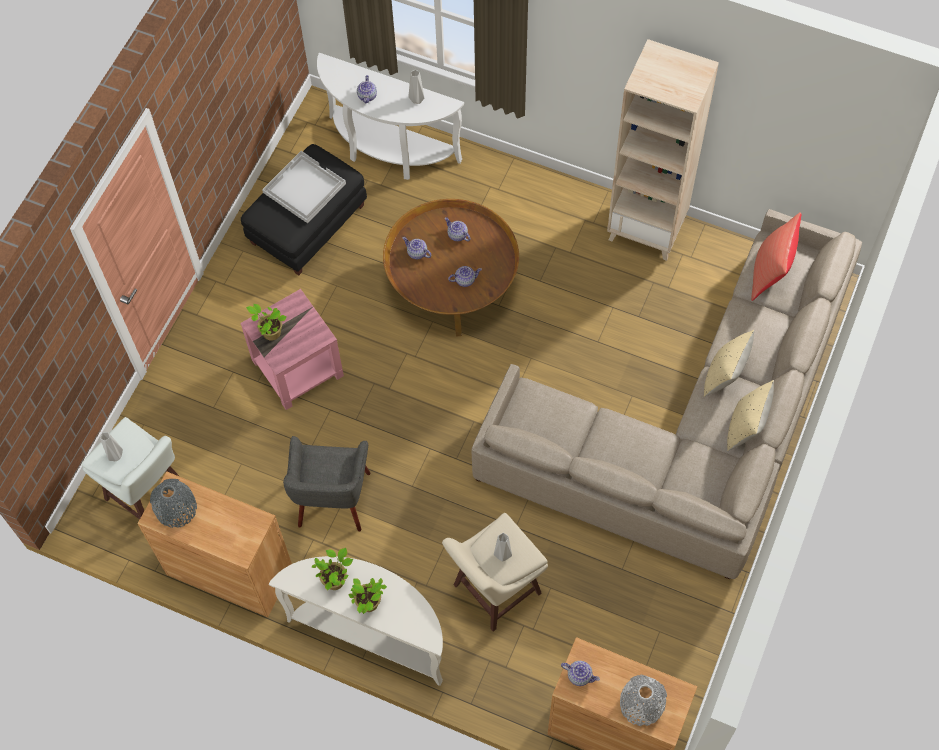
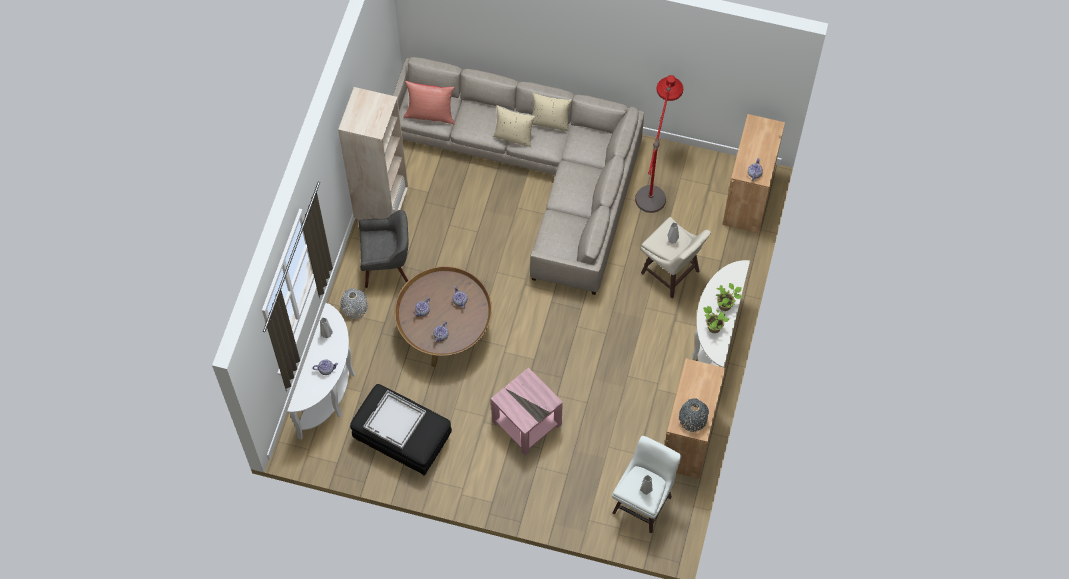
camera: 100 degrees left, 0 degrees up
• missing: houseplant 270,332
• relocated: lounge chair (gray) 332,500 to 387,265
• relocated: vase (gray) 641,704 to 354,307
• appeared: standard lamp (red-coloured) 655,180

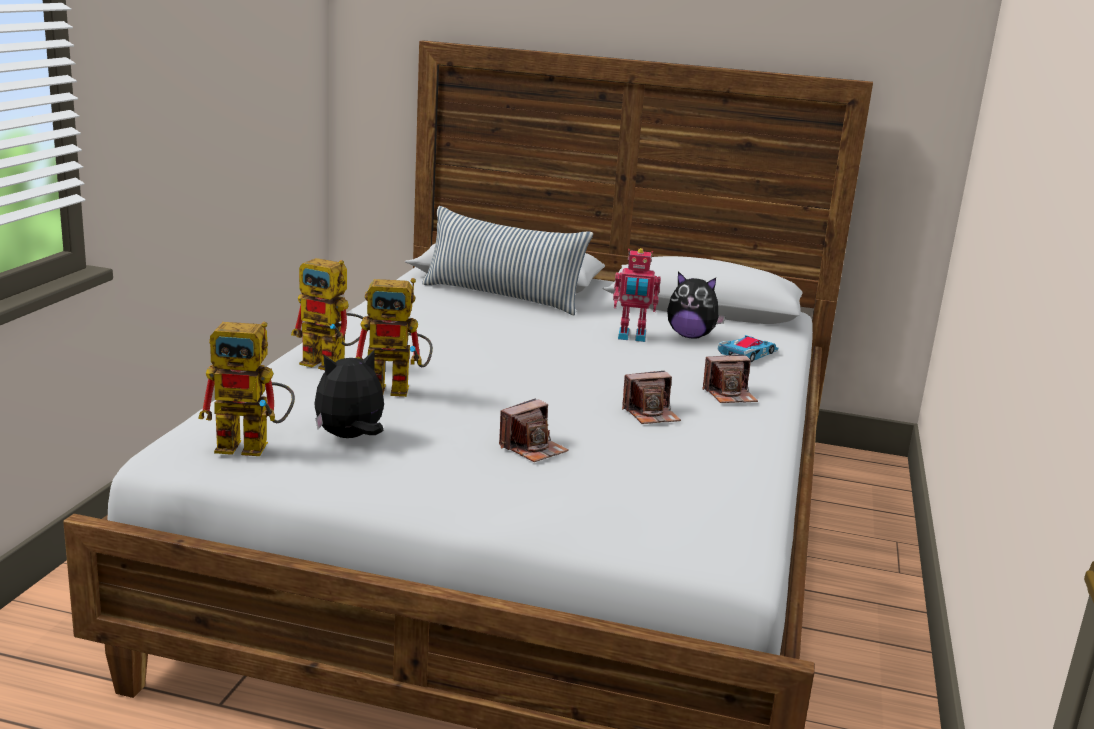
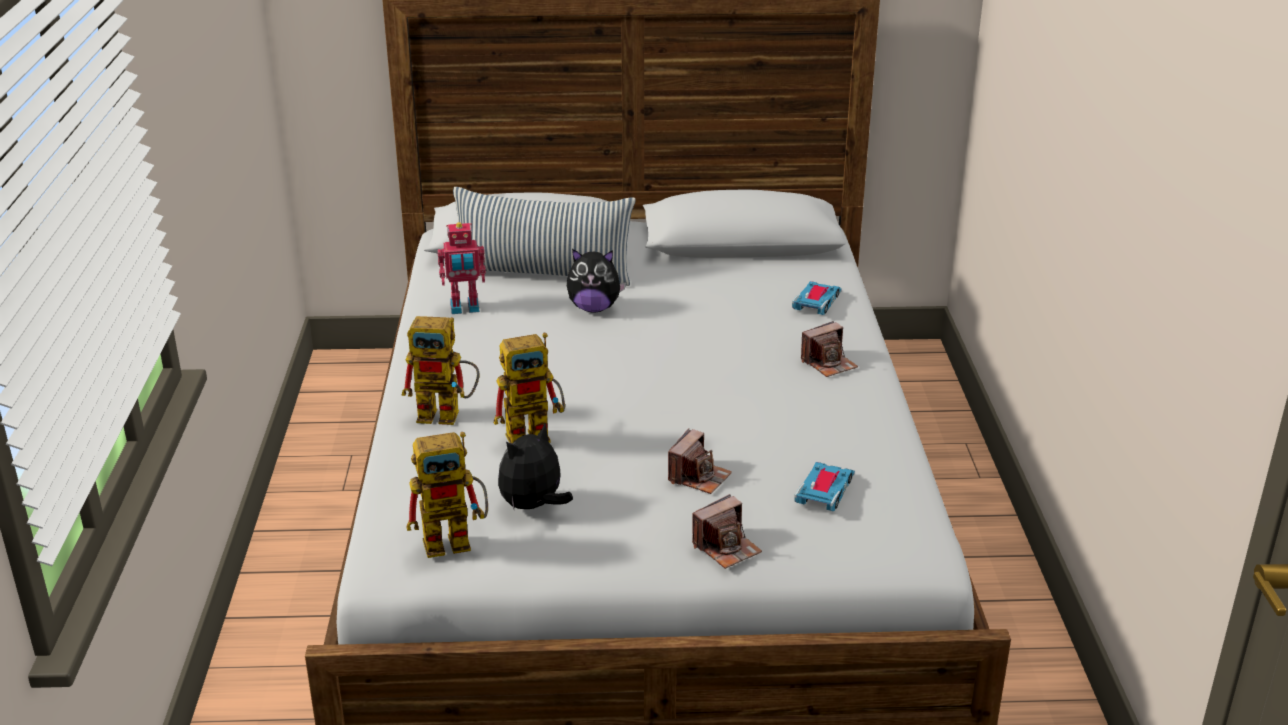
camera: 15 degrees left, 10 degrees up
• relocated: model robot 631,337 to 465,308
• relocated: plush toy 691,336 to 594,308
• relocated: photo camera 651,414 to 726,548
• appeared: model car 824,491

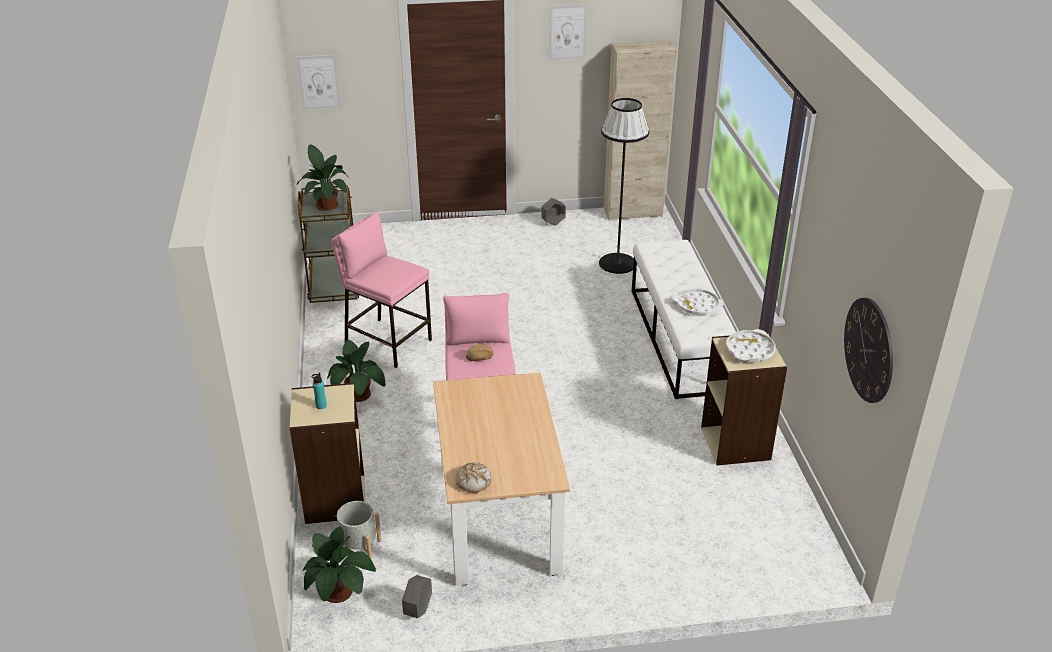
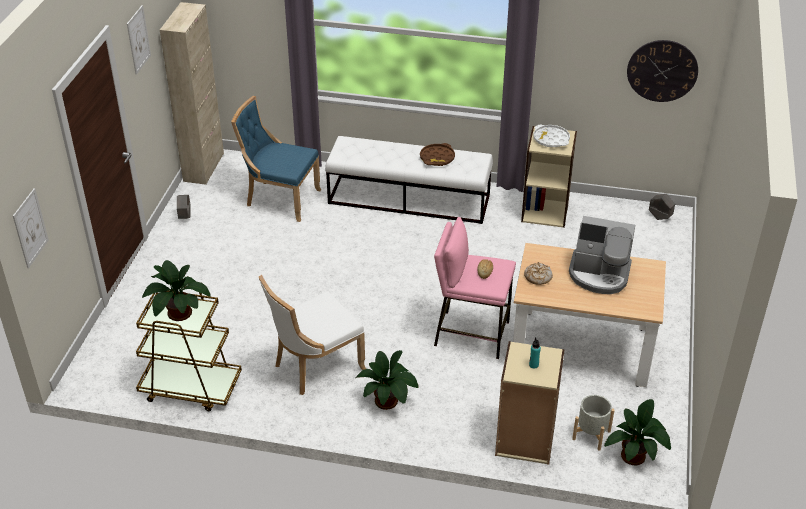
camera: 70 degrees left, 5 degrees up
• exchanged: standard lamp (black-coloured) 617,263 to plain chair (blue) 280,199
• exchanged: stool seat (pink-coloured) 388,342 to plain chair (whitish) 315,366
• colour: carrying tray (whitish) 697,305 to carrying tray (brownish) 437,158
• relocated: baked bread 473,481 to 537,277
• relocated: planter (gray) 418,610 to 659,217
• appeared: coffee machine 599,274

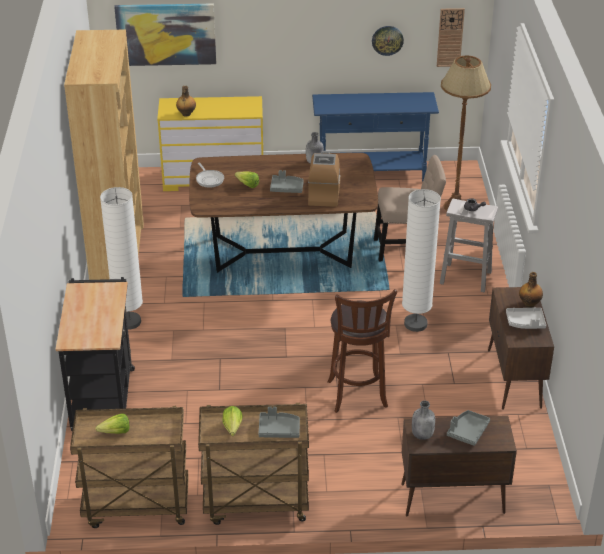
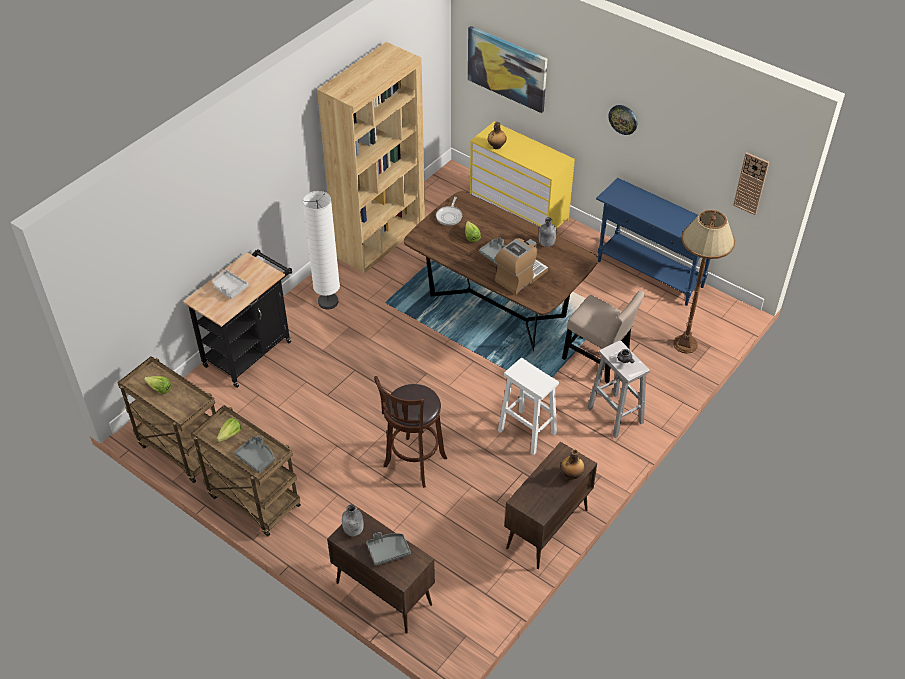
camera: 40 degrees right, 10 degrees up
• relocated: hanging clock 387,40 to 623,119
• exchanged: standard lamp (whitish) 415,324 to stool seat (whitish) 526,431
• relocated: carrying tray (gray) 525,322 to 229,288

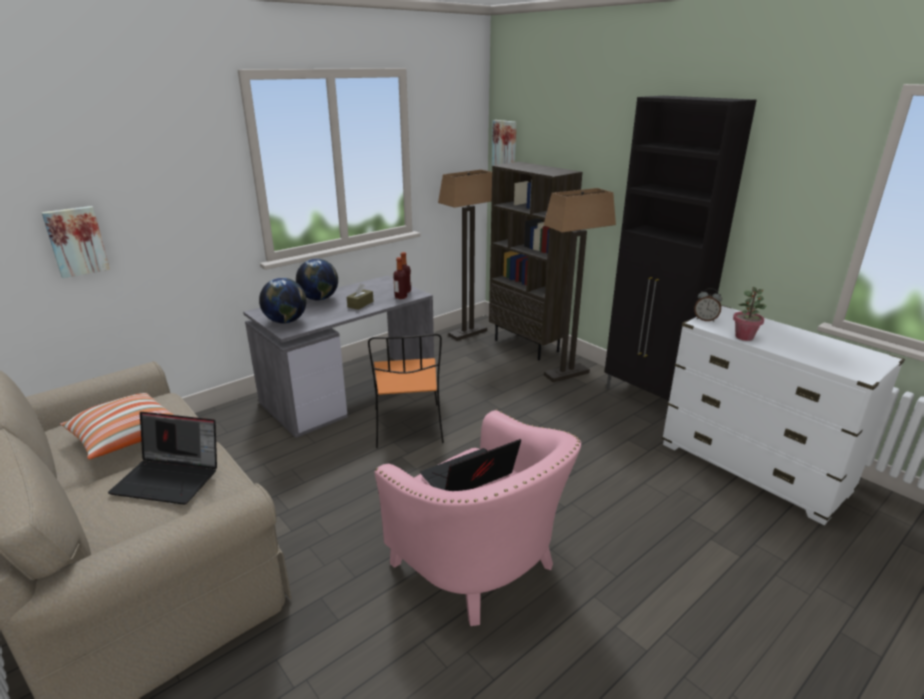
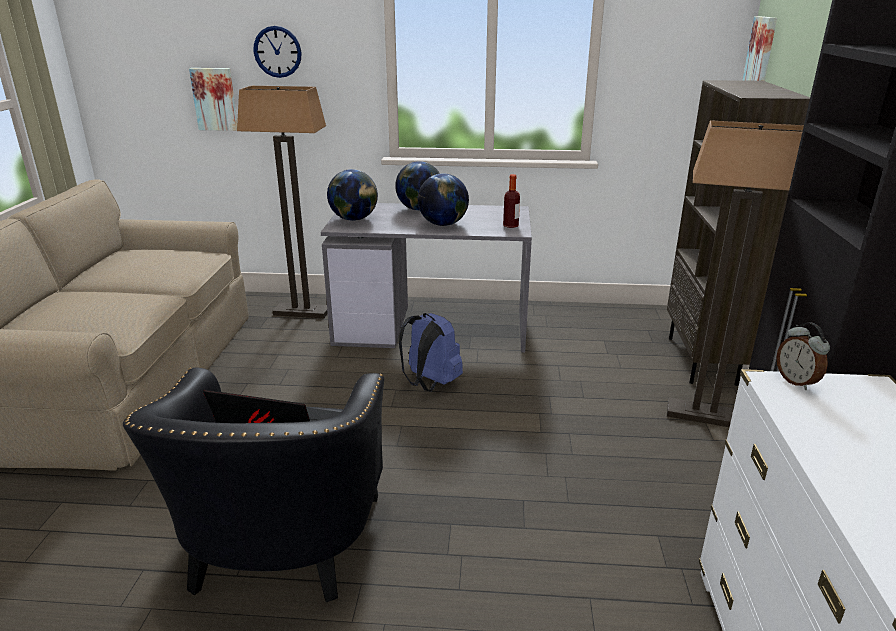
camera: 45 degrees right, 0 degrees up
• relocated: standard lamp 467,333 to 302,312
• missing: bottle 400,297
• exchanged: tissue box (brownish) 360,304 to globe 443,224
• missing: houseplant 744,337
• exchanged: plain chair (orange-coloured) 408,427 to rucksack (blue) 430,383
• missing: throw pillow 125,437
• colour: lounge chair (pink-coloured) 482,567 to lounge chair (black-coloured) 279,549
• missing: portable computer 170,478
• appeared: hanging clock 277,52

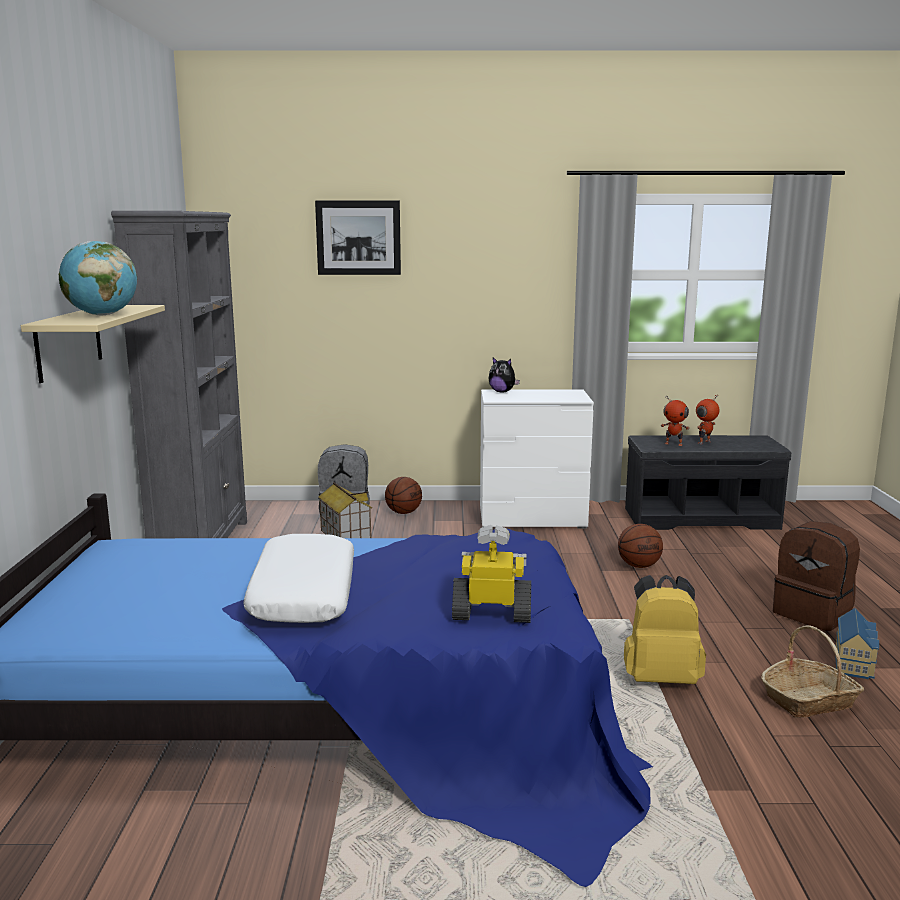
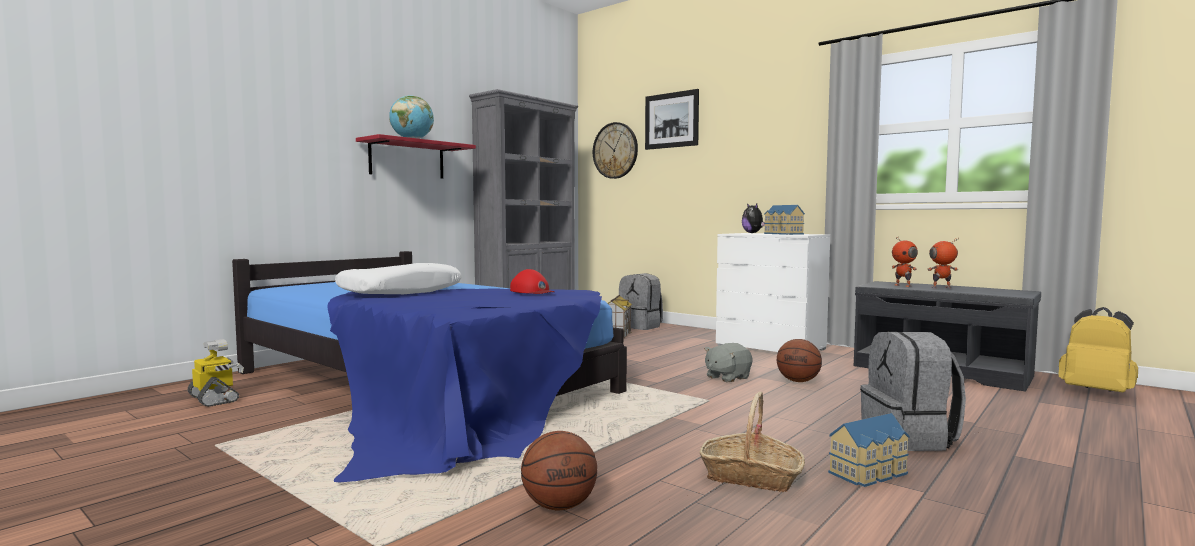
camera: 40 degrees right, 10 degrees down
• colour: wall shelf (beige-coloured) 69,342 to wall shelf (red-coloured) 407,159
• relocated: basketball ball 403,512 to 560,506
• colour: rucksack (brownish) 813,614 to rucksack (gray) 909,439
• relocated: model robot 492,613 to 215,399
• relocated: rucksack (yellow-coloured) 660,678 to 1097,392
• appeared: hanging clock 615,150
• appeared: toy house 782,234
• appeared: peaked cap (red-coloured) 532,291
• appeared: plush toy (gray) 727,377

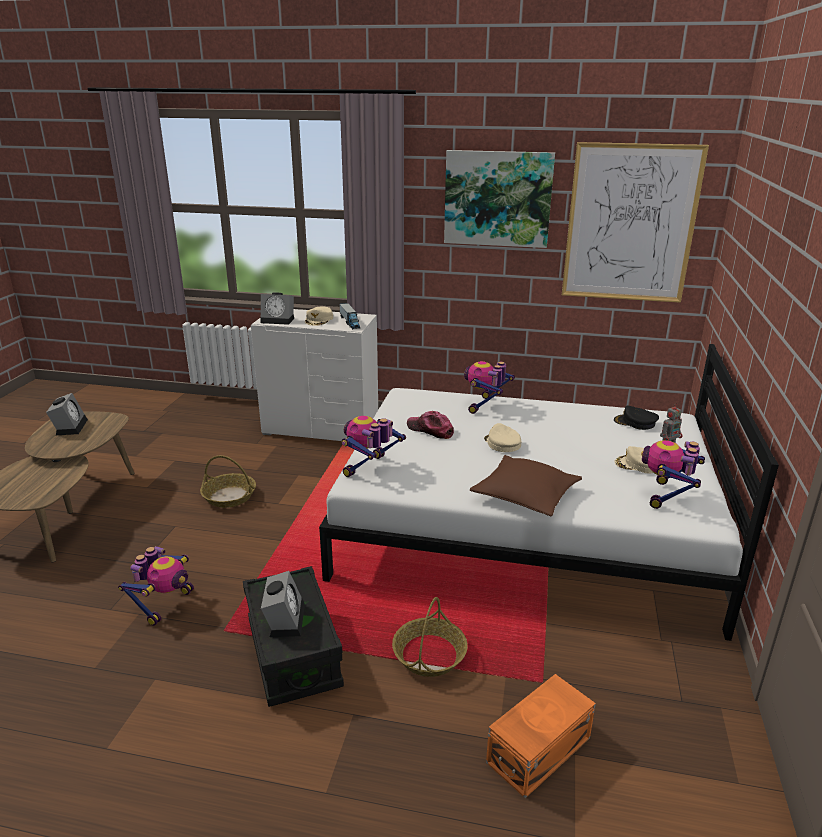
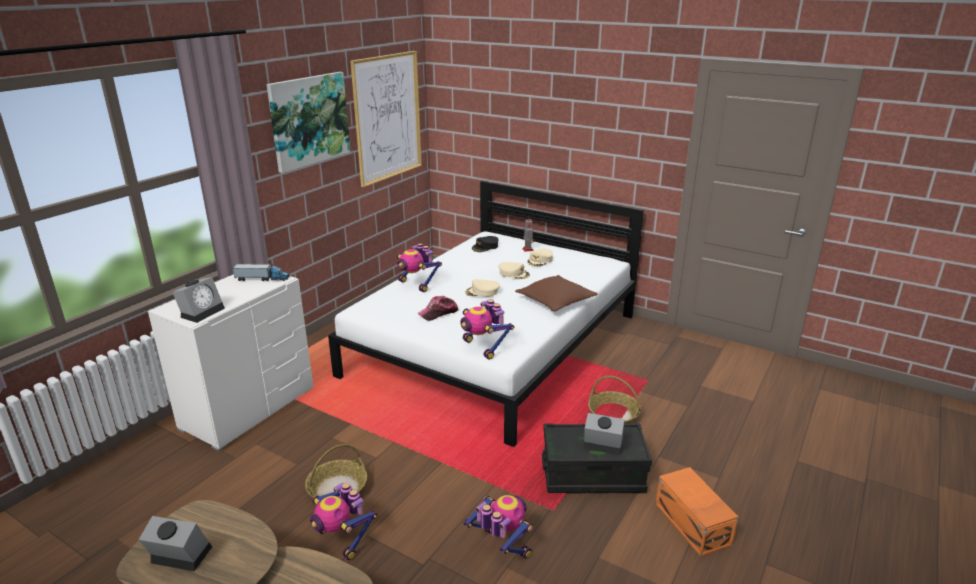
camera: 70 degrees left, 0 degrees up
• relocated: peaked cap (beige-coloured) 319,320 to 514,274
• relocated: model robot 667,496 to 342,539
• relocated: storage box (orange-coloured) 536,750 to 692,525

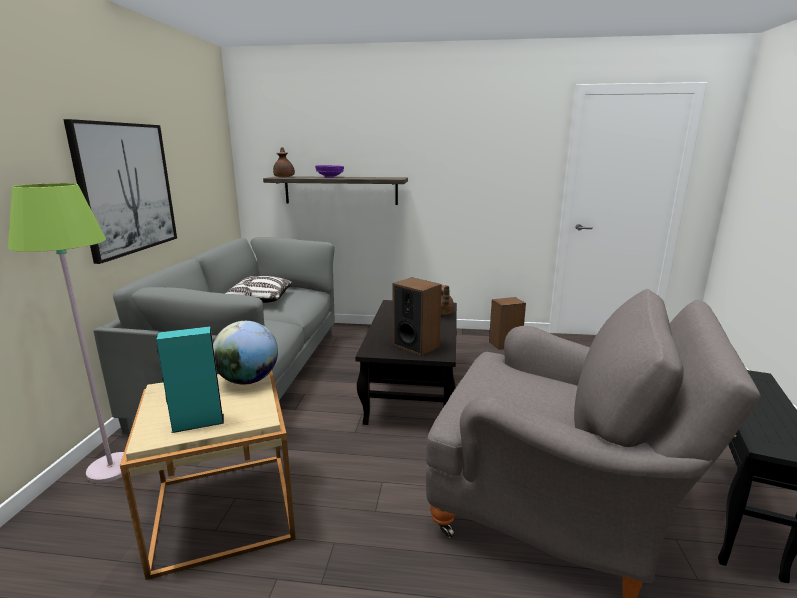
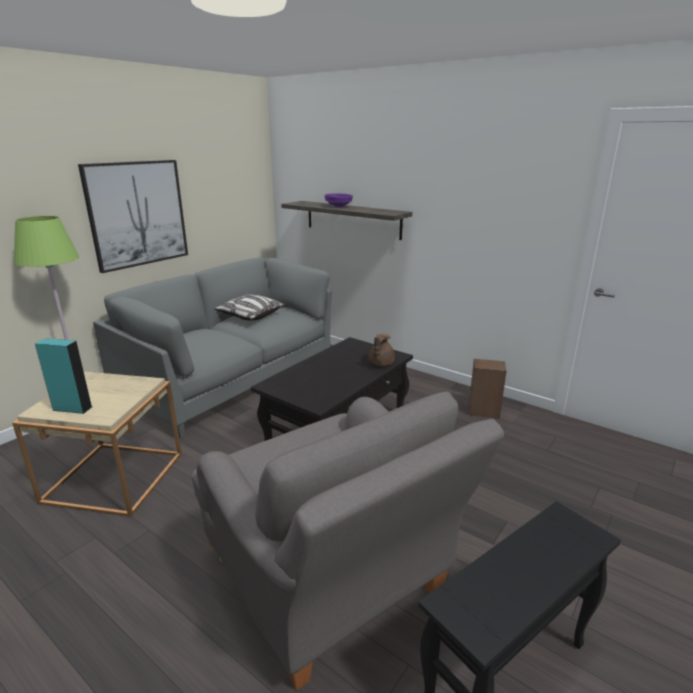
camera: 30 degrees right, 5 degrees up
• missing: teapot (brownish) 284,177
• missing: loudspeaker 416,346
• missing: globe 248,380

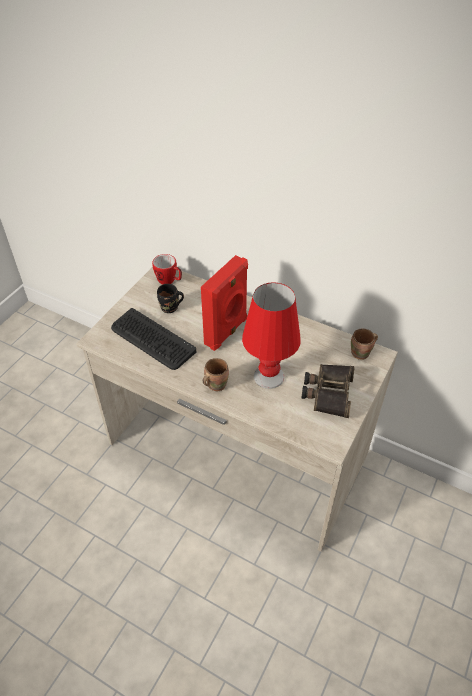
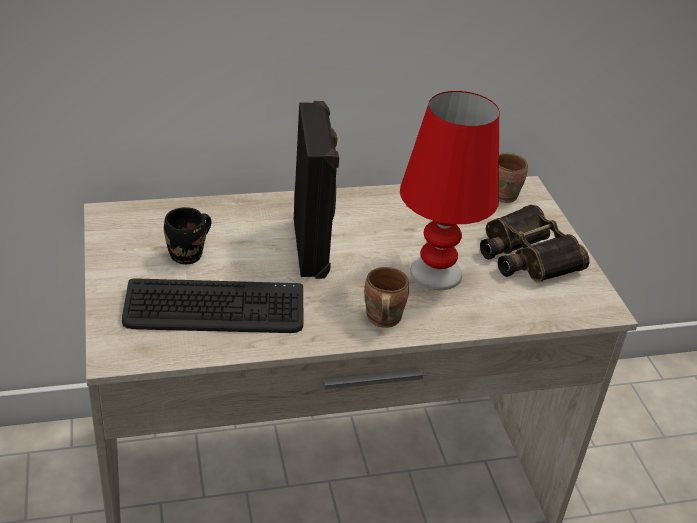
camera: 45 degrees left, 10 degrees down
• missing: tea mug 169,280
• colour: loudspeaker (red-coloured) 227,332 to loudspeaker (black-coloured) 312,247

